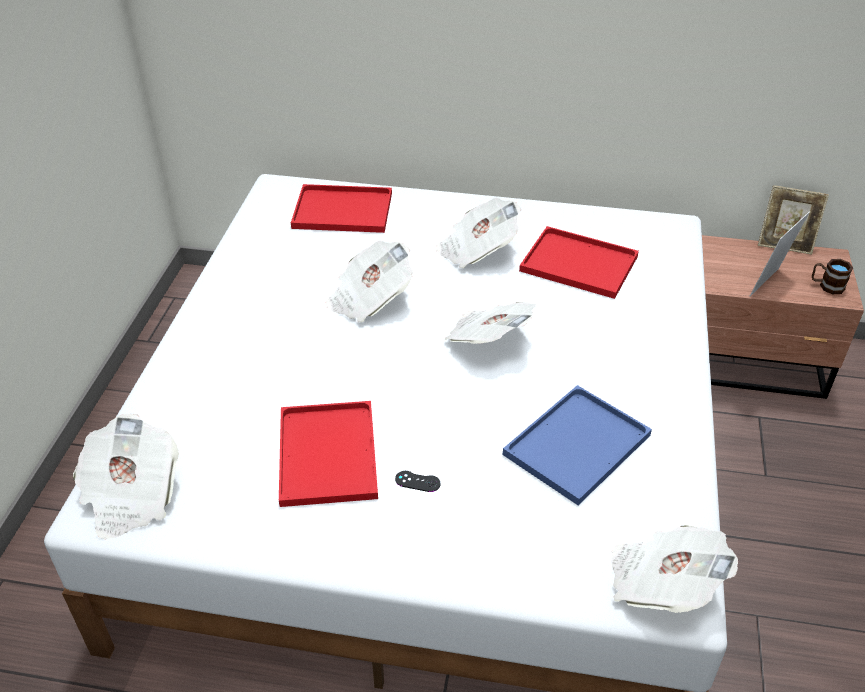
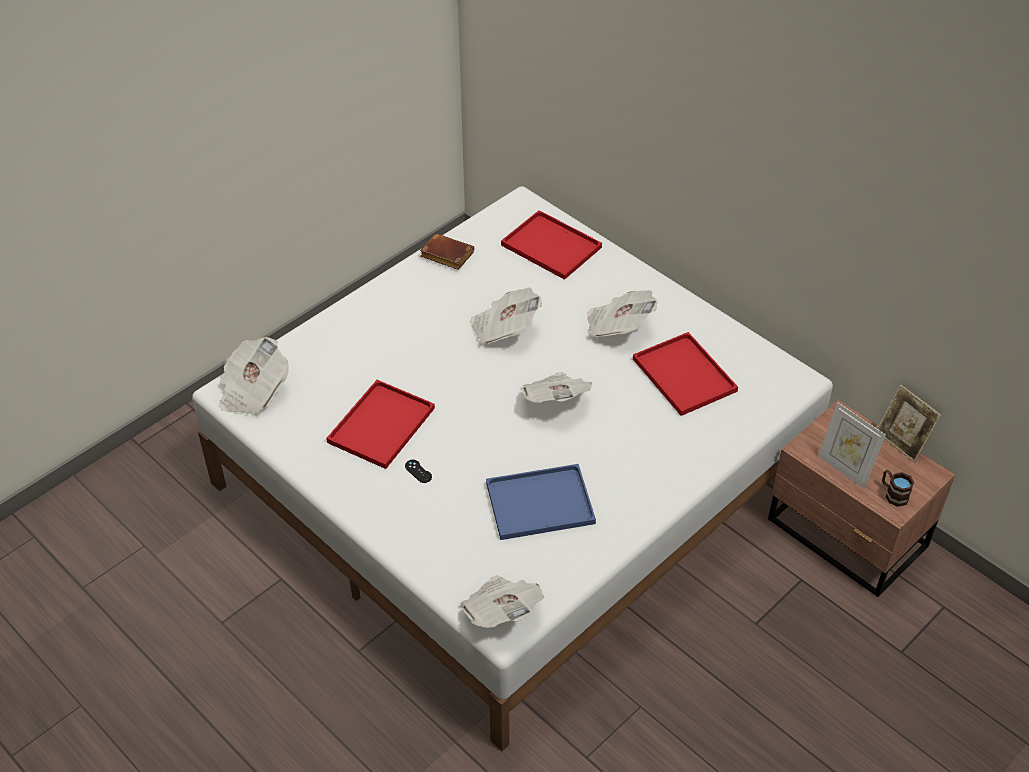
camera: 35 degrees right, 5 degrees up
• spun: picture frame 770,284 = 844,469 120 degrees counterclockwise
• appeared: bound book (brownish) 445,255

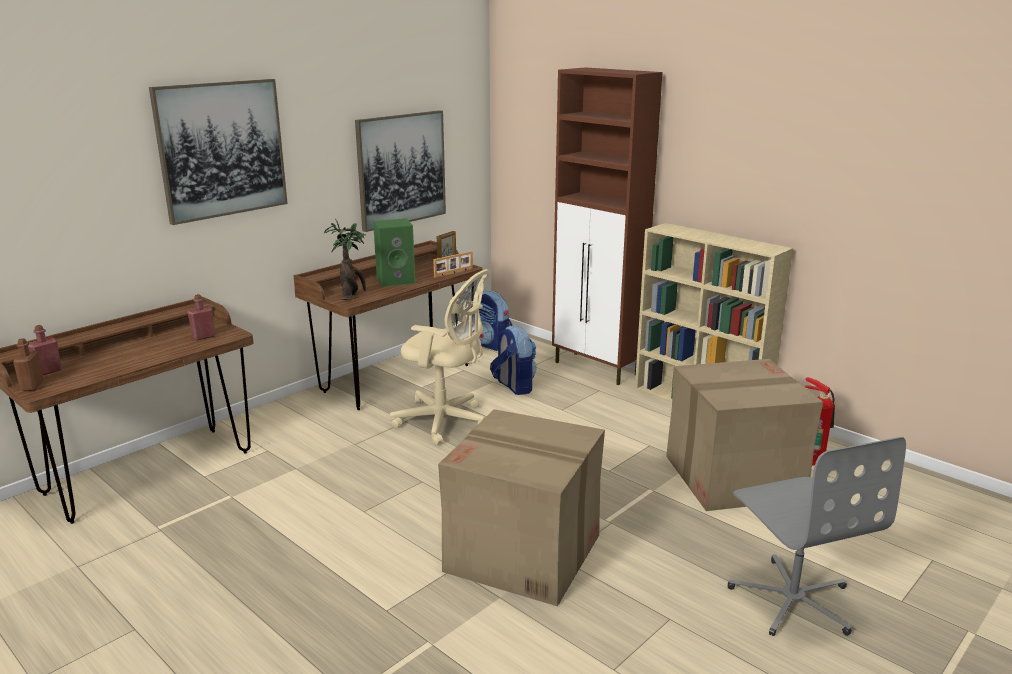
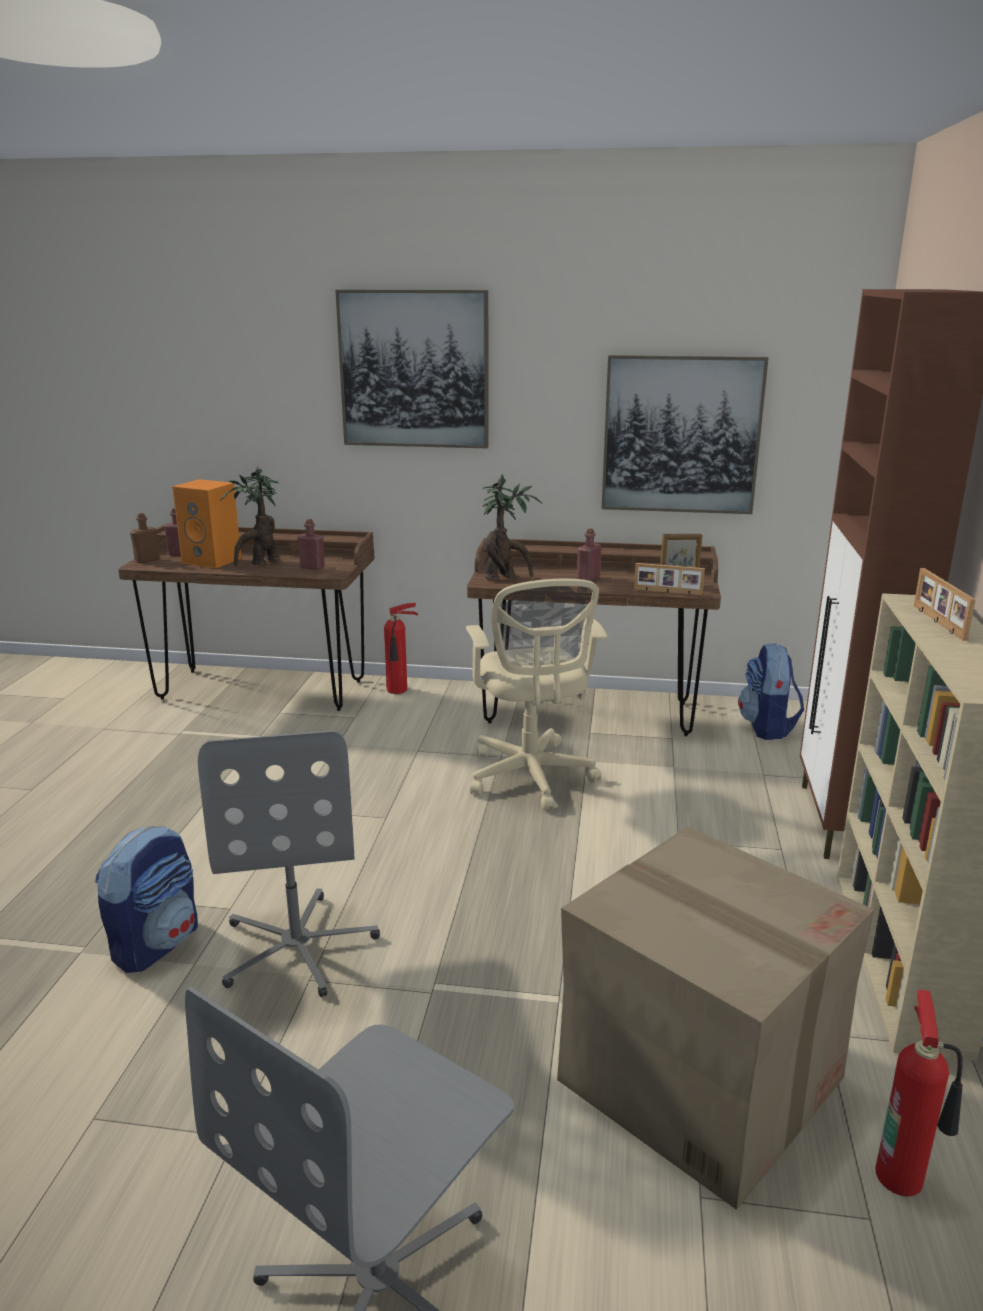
camera: 55 degrees right, 0 degrees up
• exchanged: loudspeaker (greenish) 396,280 to bottle (red-coloured) 588,578
• relocated: rucksack 514,386 to 156,943
• exchanged: packing box 524,553 to office chair (gray) 298,946
• appeared: houseplant 261,563
• appeared: loudspeaker (orange-coloured) 213,560
• appeared: picture frame 937,622
• appeared: fire-fighting cylinder 399,690

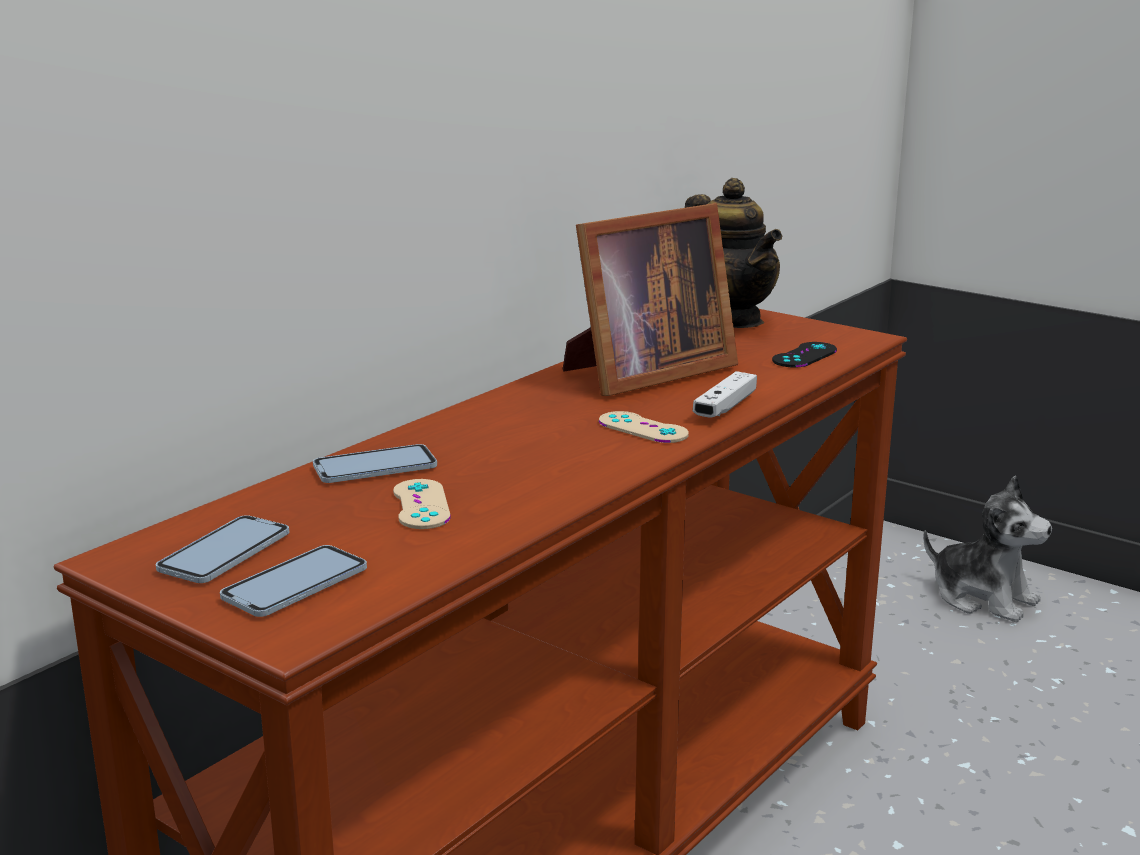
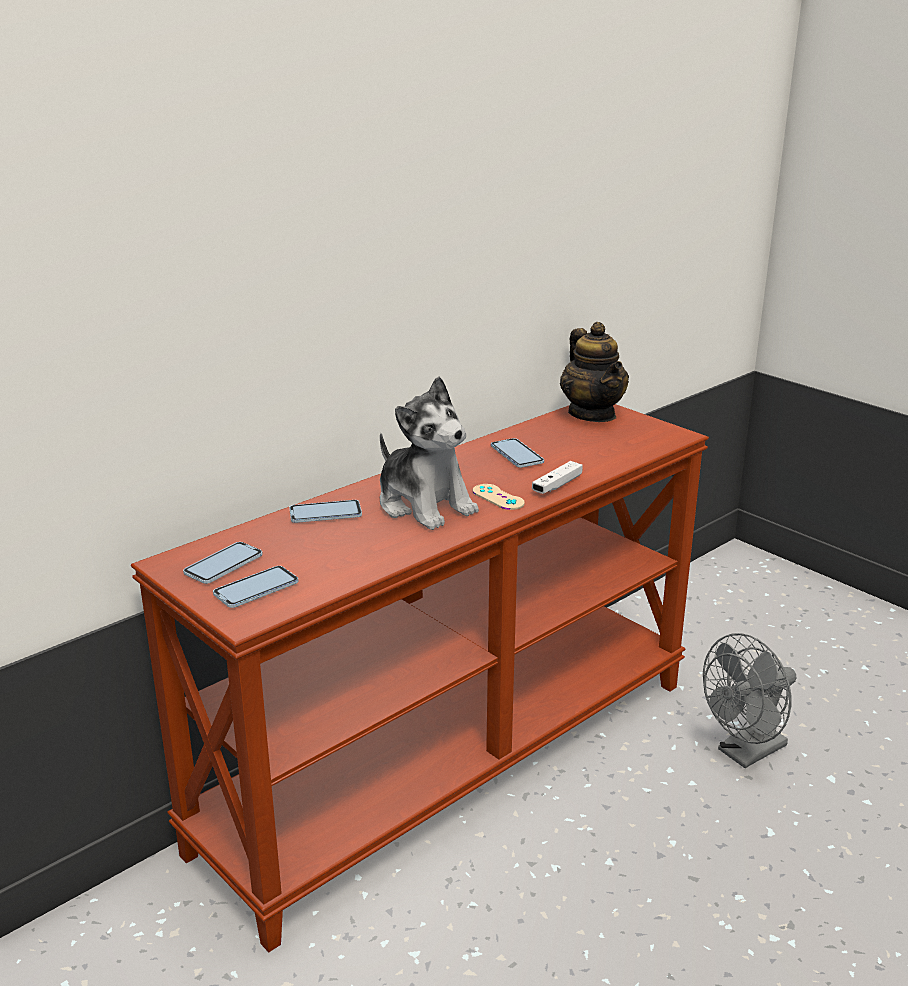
camera: 10 degrees right, 5 degrees up
• exchanged: picture frame 643,373 to phone 517,454
• missing: joypad (black-coloured) 804,355
• relocated: plush toy 983,598 to 425,505
• missing: joypad (beige-coloured) 421,505
• appeared: cooling fan (gray) 745,753

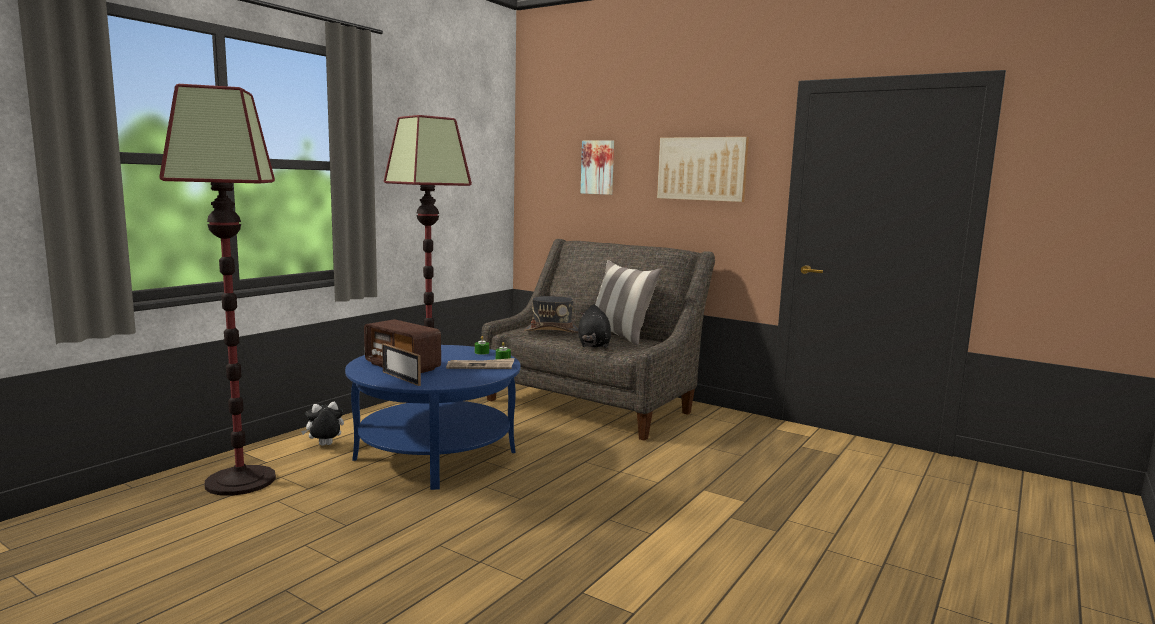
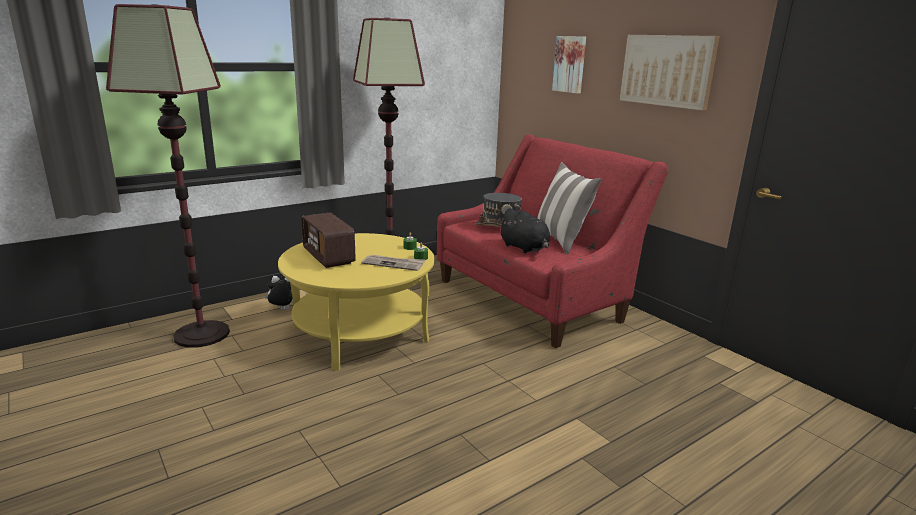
camera: 20 degrees right, 10 degrees up
• colour: couch (gray) 593,403 to couch (red-coloured) 534,298
• spun: plush toy (black-coloured) 593,345 = 525,248 60 degrees counterclockwise
• missing: picture frame 401,378
• colour: coffee table (blue) 436,455 to coffee table (yellow-coloured) 360,334

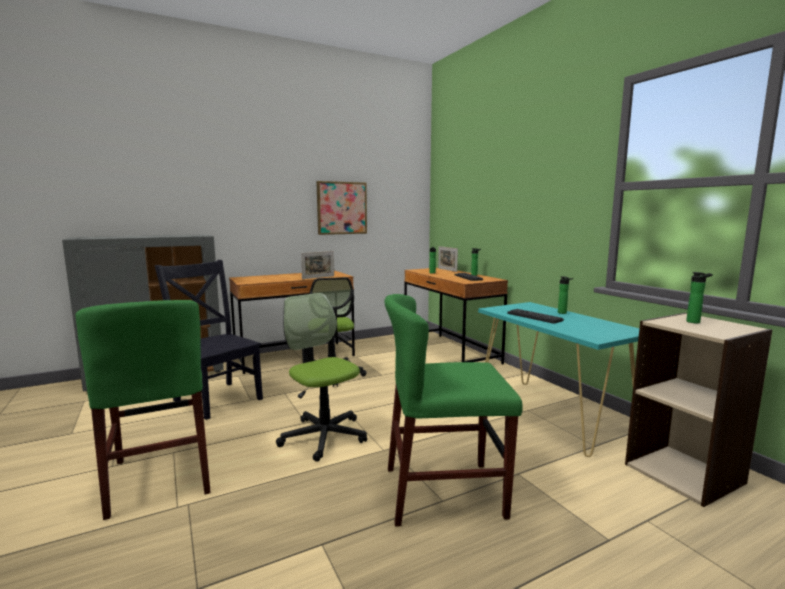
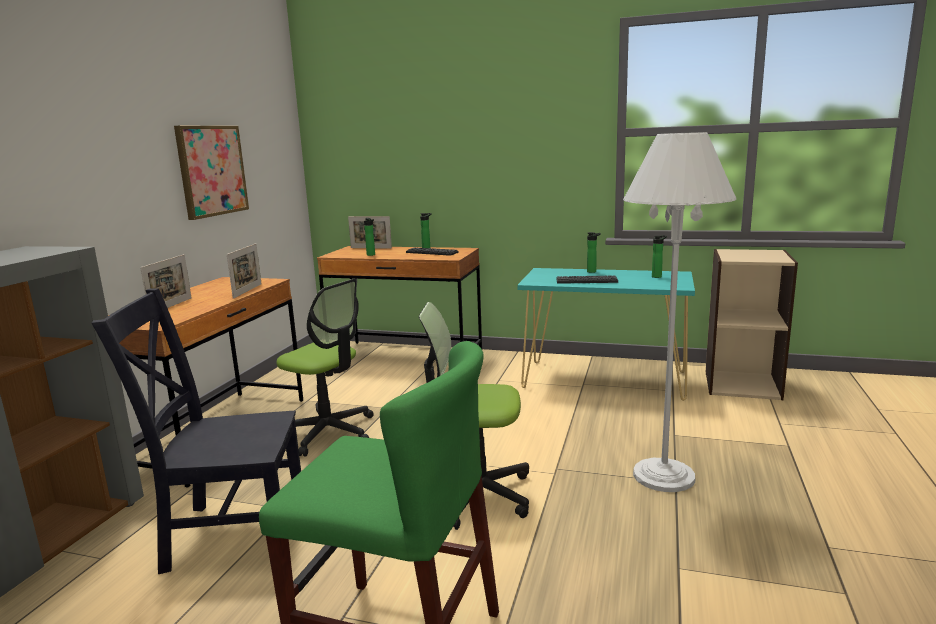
camera: 45 degrees left, 5 degrees up
• relocated: bottle 695,322 to 657,276
• exchanged: plain chair (greenish) 443,492 to standard lamp (whitish) 663,476
• appeared: picture frame 171,306

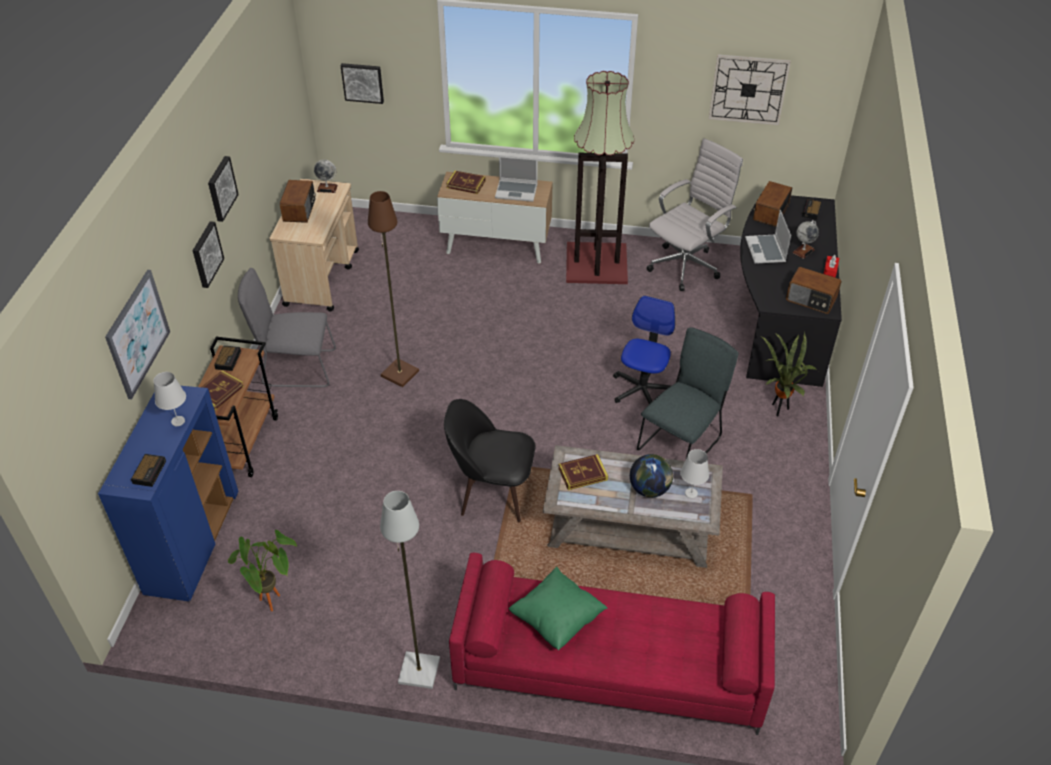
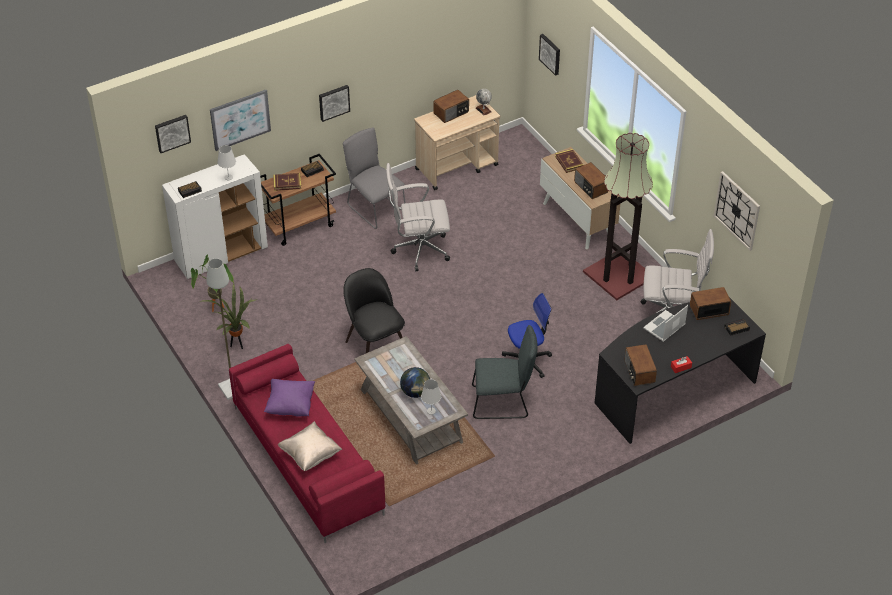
camera: 50 degrees right, 0 degrees up
• relocated: wall art 221,188 to 172,132
• exchanged: portable computer 517,191 to radio 590,187
• exchanged: standard lamp (brownish) 399,374 to office chair (whitish) 418,250
• missing: globe 803,251
• relocated: houseplant 778,410 to 236,345
• colour: storage cabinet (blue) 192,542 to storage cabinet (whitish) 221,254
• missing: bound book 583,474
• colour: throw pillow (greenish) 557,619 to throw pillow (purplish) 290,406
• appeared: throw pillow (beige-coloured) 310,455

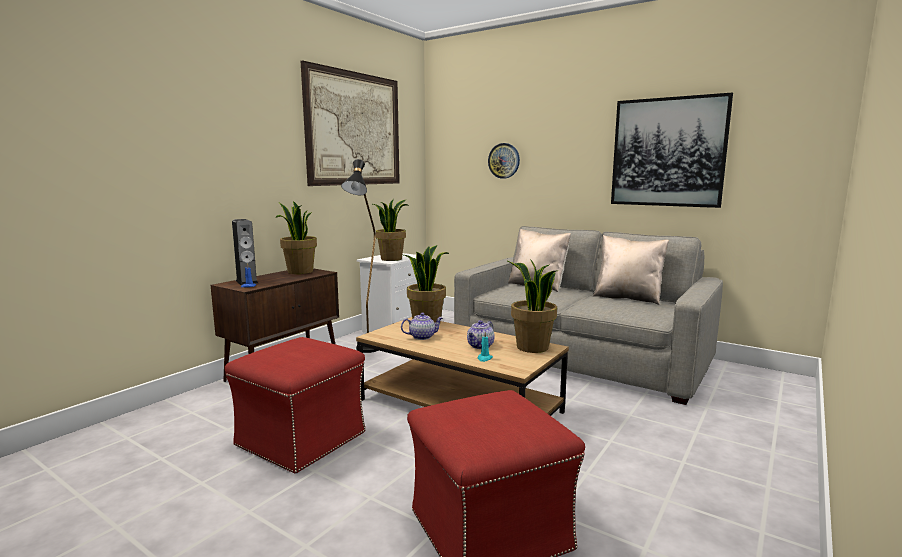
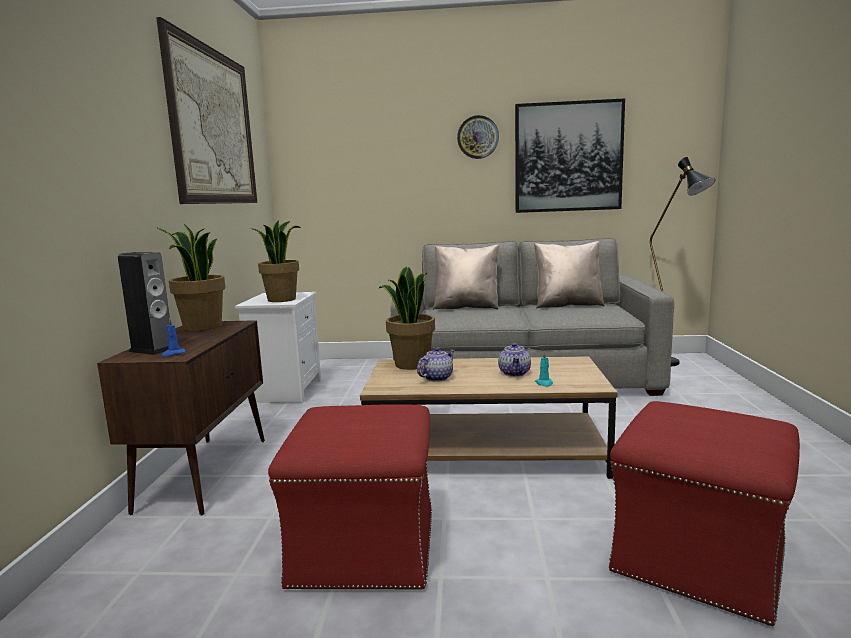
camera: 30 degrees left, 0 degrees up
• relocated: hanging clock 504,160 to 478,137
• relocated: standard lamp (black-coloured) 366,351 to 673,365
• missing: houseplant 532,347

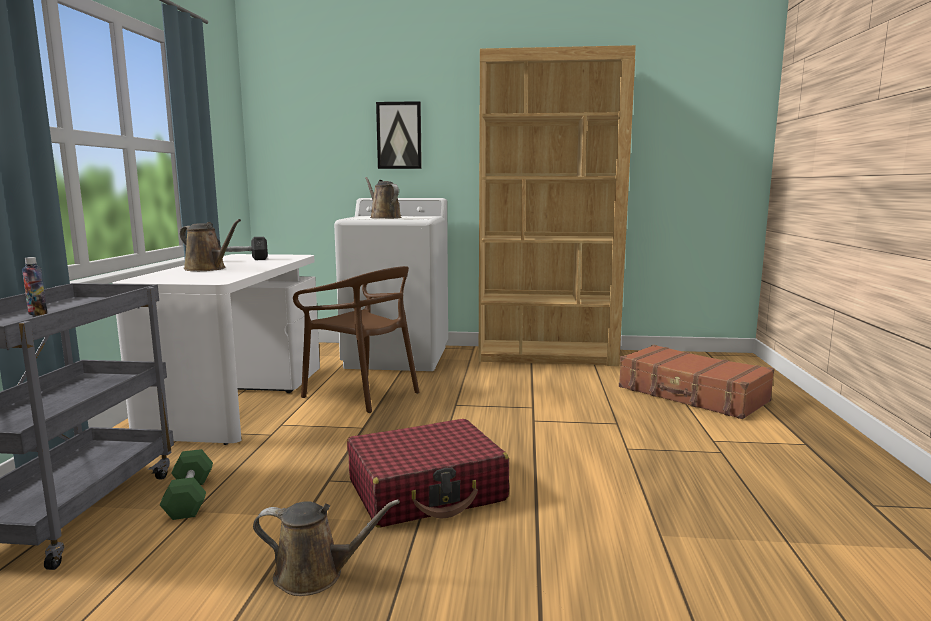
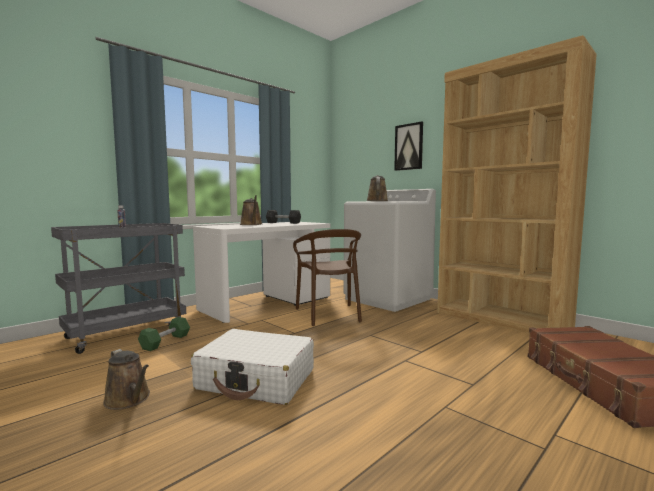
camera: 40 degrees right, 5 degrees down
• colour: travel case (red-coloured) 427,491 to travel case (whitish) 256,379

